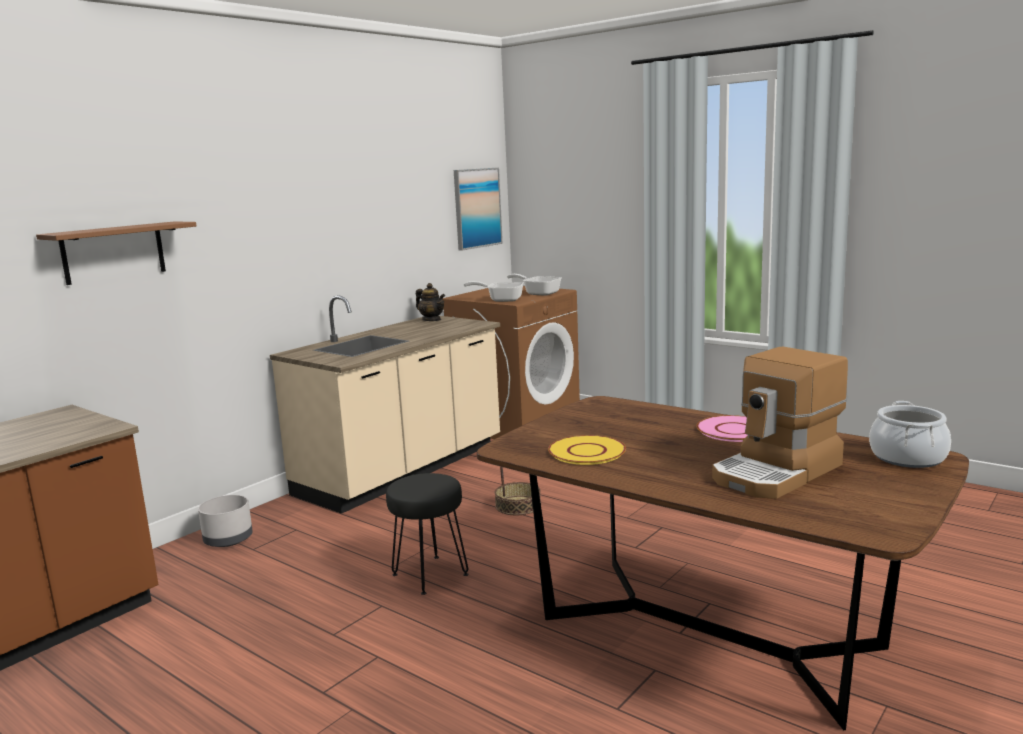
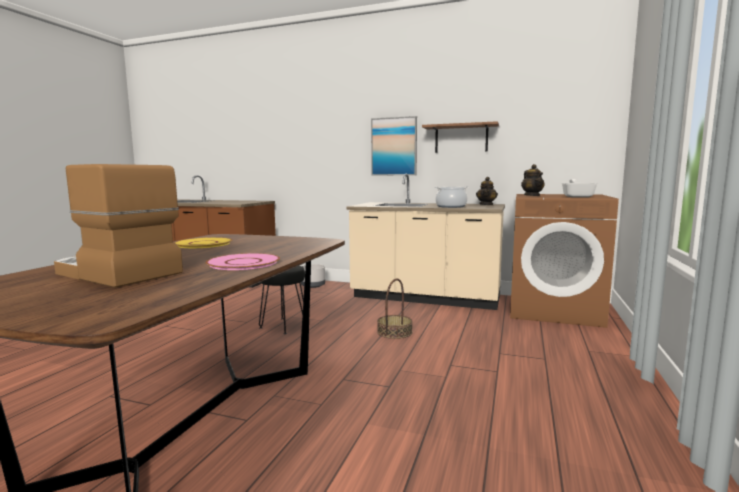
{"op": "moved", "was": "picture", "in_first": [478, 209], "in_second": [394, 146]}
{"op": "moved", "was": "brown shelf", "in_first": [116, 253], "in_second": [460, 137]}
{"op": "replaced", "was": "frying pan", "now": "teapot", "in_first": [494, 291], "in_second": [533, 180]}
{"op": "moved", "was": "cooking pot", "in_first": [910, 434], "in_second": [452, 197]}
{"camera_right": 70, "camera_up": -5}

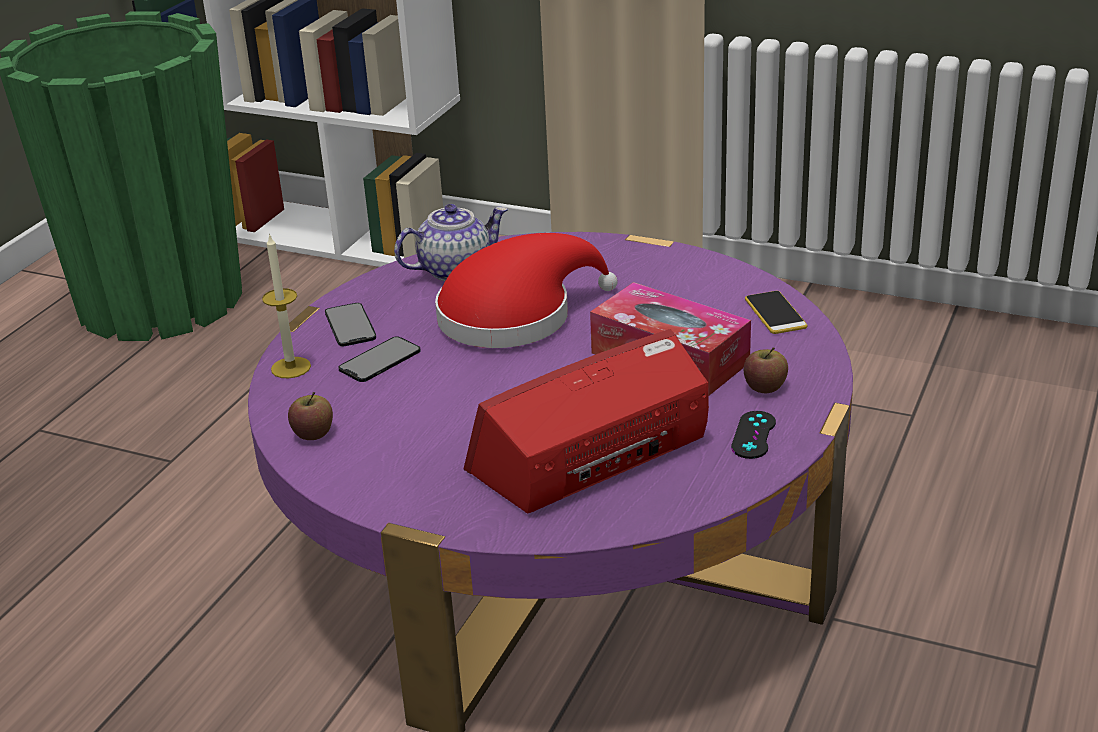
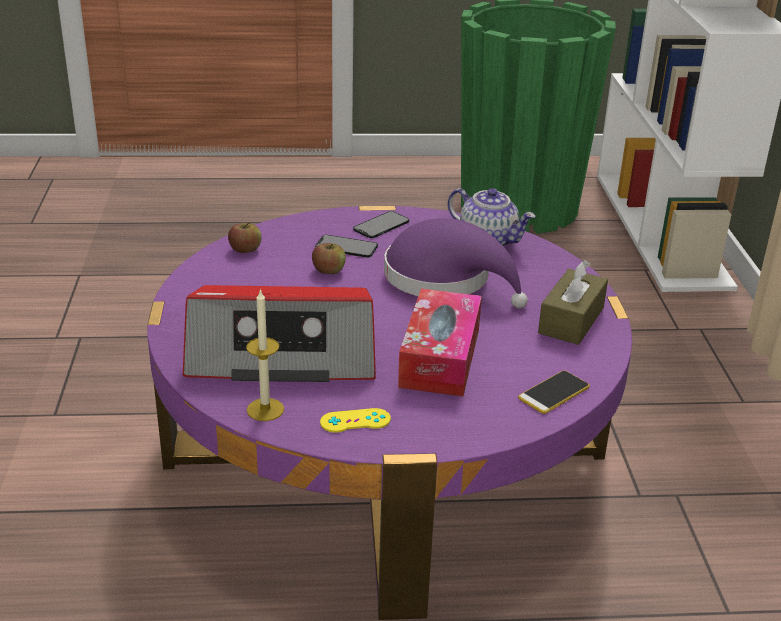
{"op": "moved", "was": "candle", "in_first": [286, 305], "in_second": [265, 355]}
{"op": "recoloured", "was": "red hat", "now": "purple hat", "in_first": [526, 290], "in_second": [456, 263]}
{"op": "turned", "was": "radio", "in_first": [586, 421], "in_second": [279, 333], "clockwise": 150}
{"op": "moved", "was": "apple", "in_first": [766, 370], "in_second": [329, 258]}
{"op": "recoloured", "was": "black game controller", "now": "yellow game controller", "in_first": [753, 435], "in_second": [355, 420]}
{"op": "added", "now": "brown tissue box", "in_second": [573, 302]}
{"camera_right": 60, "camera_up": 0}

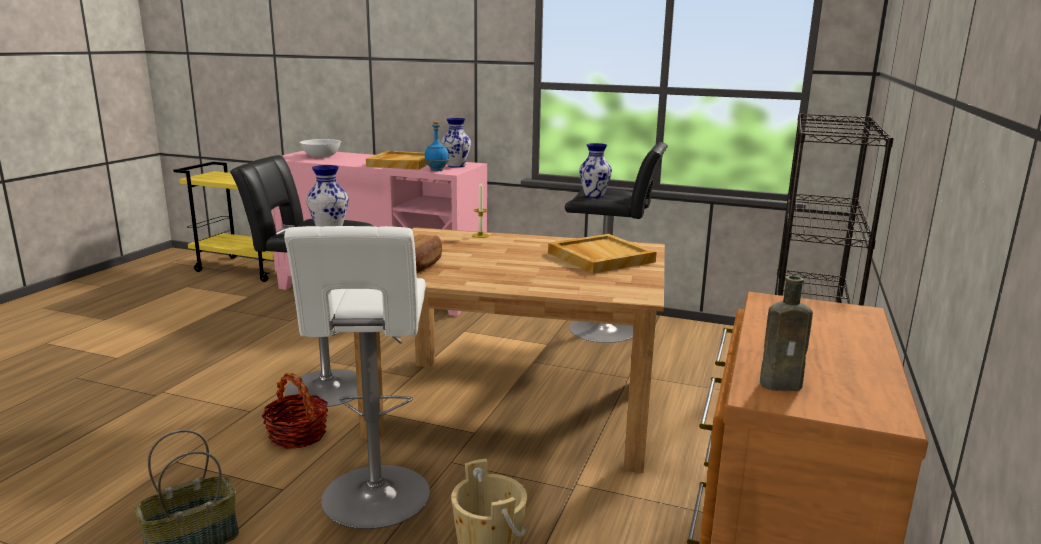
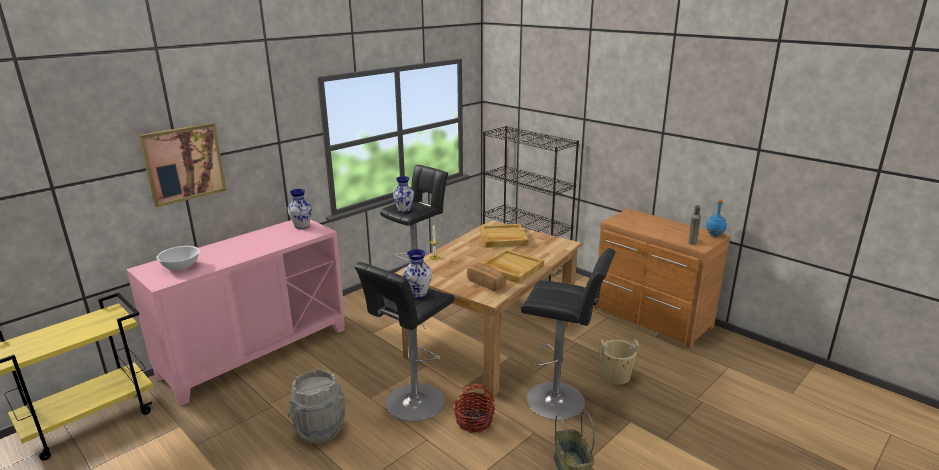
{"op": "moved", "was": "blue bottle", "in_first": [437, 146], "in_second": [716, 218]}
{"op": "moved", "was": "beige tray", "in_first": [396, 160], "in_second": [512, 266]}
{"op": "recoloured", "was": "white stool", "now": "black stool", "in_first": [357, 377], "in_second": [568, 334]}
{"op": "added", "now": "picture", "in_second": [183, 165]}
{"op": "added", "now": "grey bucket", "in_second": [317, 406]}
{"camera_right": -65, "camera_up": 5}

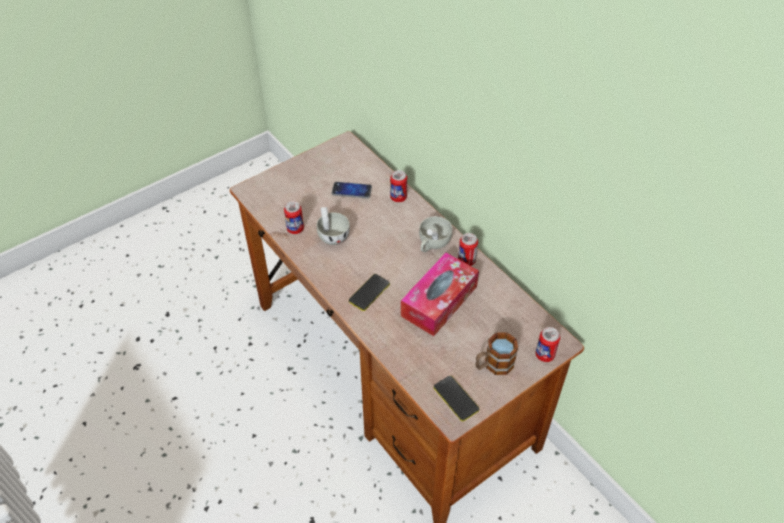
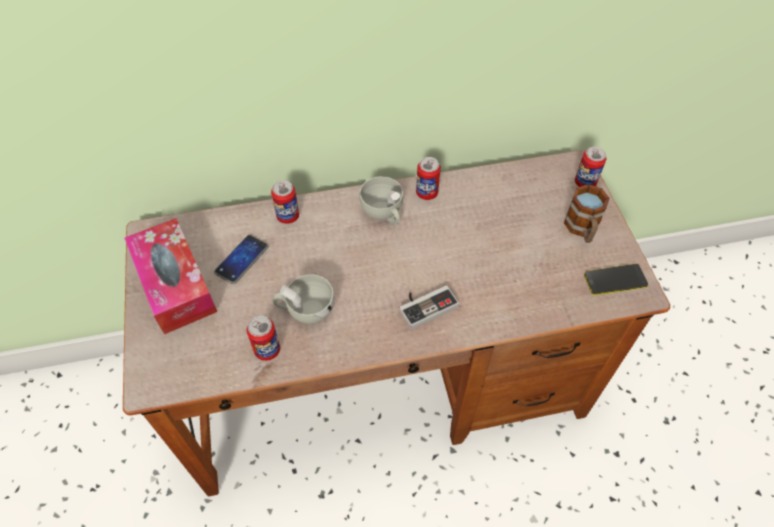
{"op": "moved", "was": "tissue box", "in_first": [440, 294], "in_second": [170, 276]}
{"op": "replaced", "was": "phone", "now": "game controller", "in_first": [369, 292], "in_second": [429, 307]}
{"camera_right": -65, "camera_up": 5}

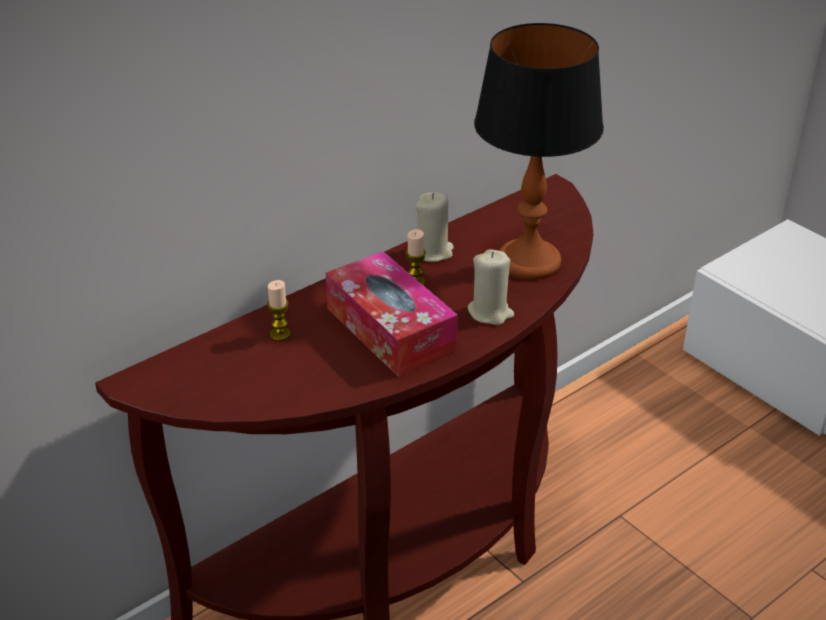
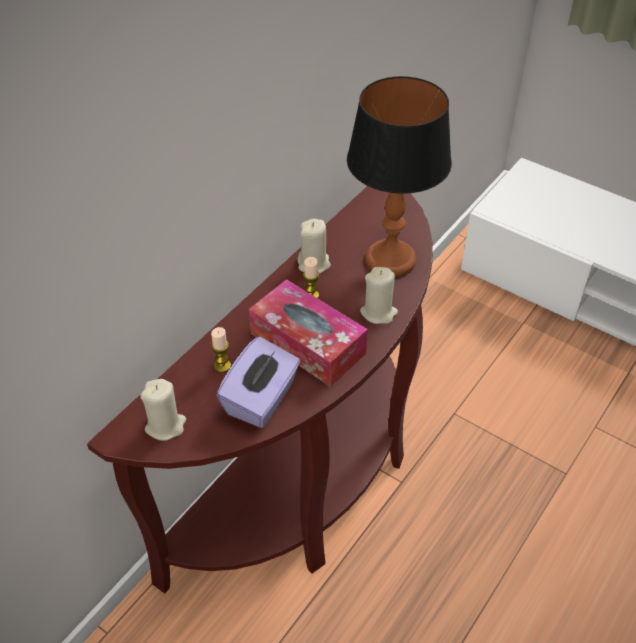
{"op": "added", "now": "purple tissue box", "in_second": [258, 382]}
{"op": "added", "now": "beige candle", "in_second": [163, 410]}
{"camera_right": -15, "camera_up": 10}

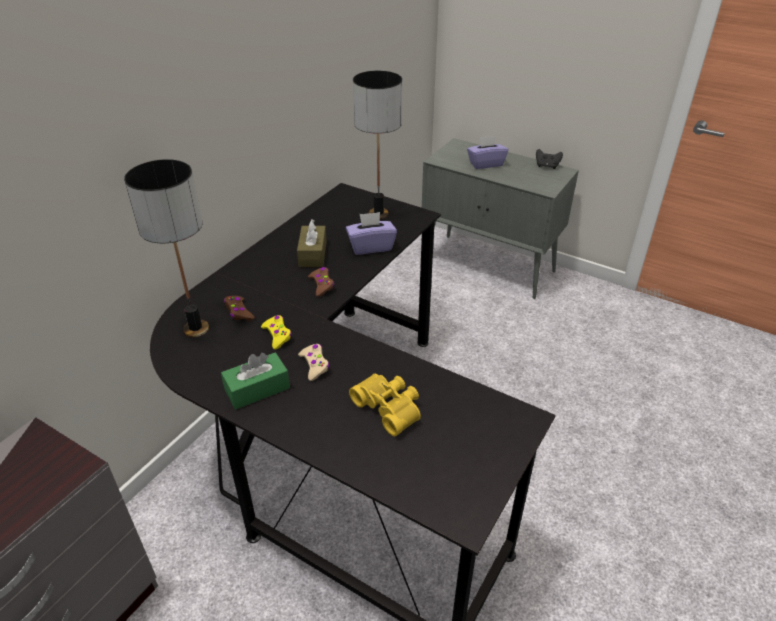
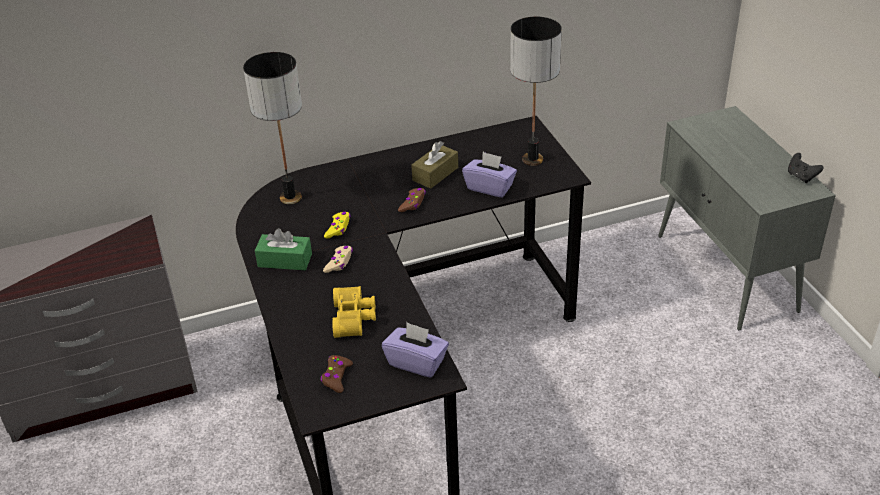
{"op": "moved", "was": "purple tissue box", "in_first": [487, 152], "in_second": [415, 350]}
{"op": "moved", "was": "brown game controller", "in_first": [239, 308], "in_second": [337, 374]}
{"camera_right": 40, "camera_up": 0}

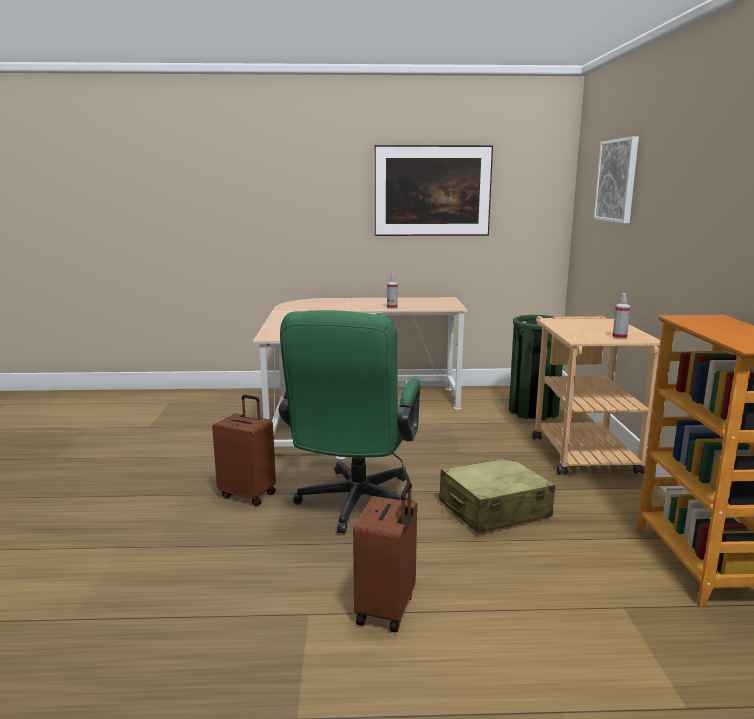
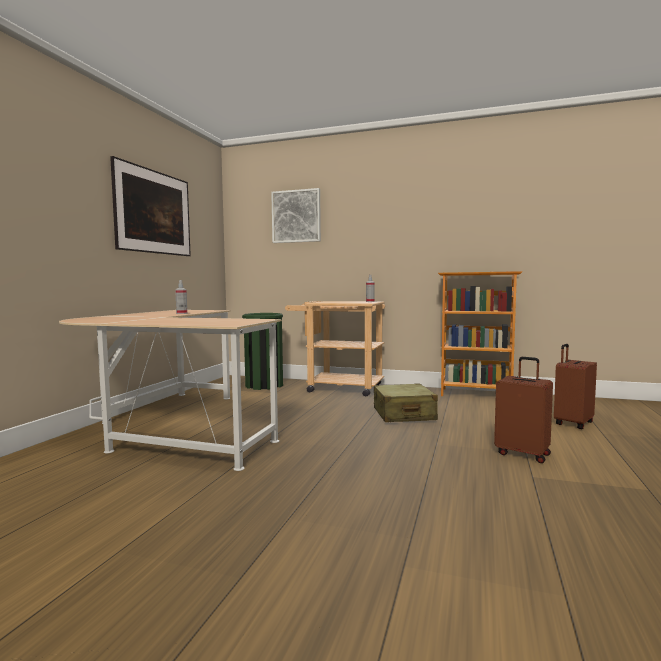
{"op": "removed", "was": "green office chair", "in_first": [350, 422]}
{"op": "moved", "was": "brown suitcase", "in_first": [244, 450], "in_second": [575, 386]}
{"camera_right": -70, "camera_up": -10}

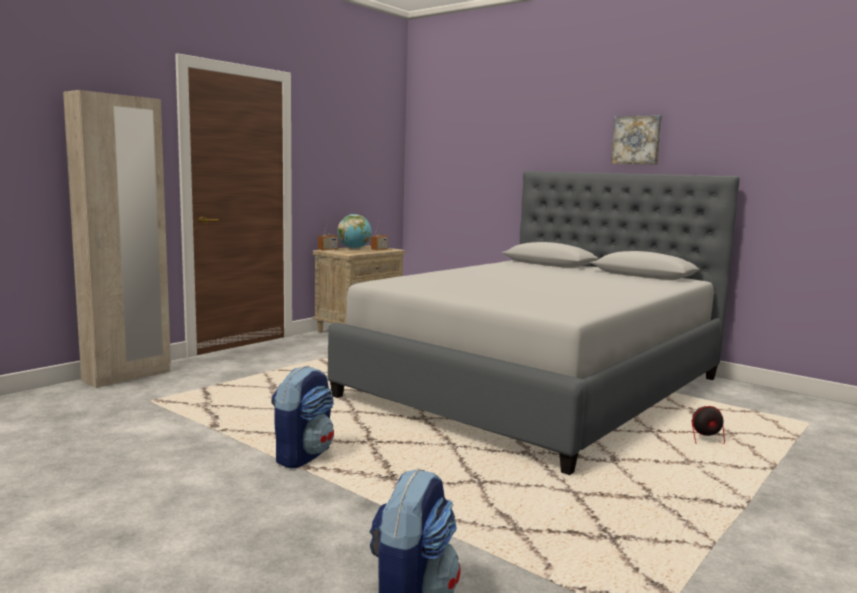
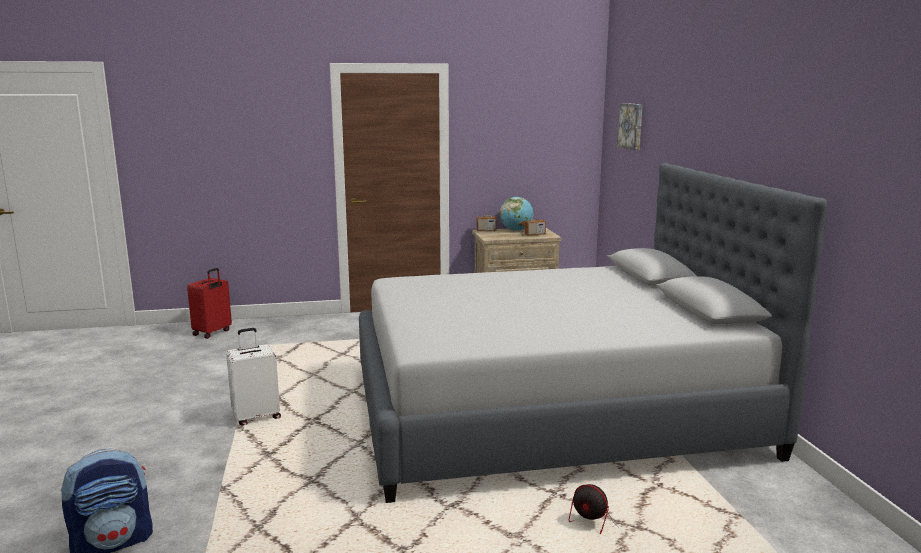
{"op": "removed", "was": "beige wardrobe", "in_first": [117, 239]}
{"op": "moved", "was": "picture", "in_first": [636, 139], "in_second": [630, 126]}
{"op": "replaced", "was": "backpack", "now": "white suitcase", "in_first": [302, 417], "in_second": [253, 376]}
{"op": "added", "now": "red suitcase", "in_second": [209, 303]}
{"camera_right": 40, "camera_up": 5}

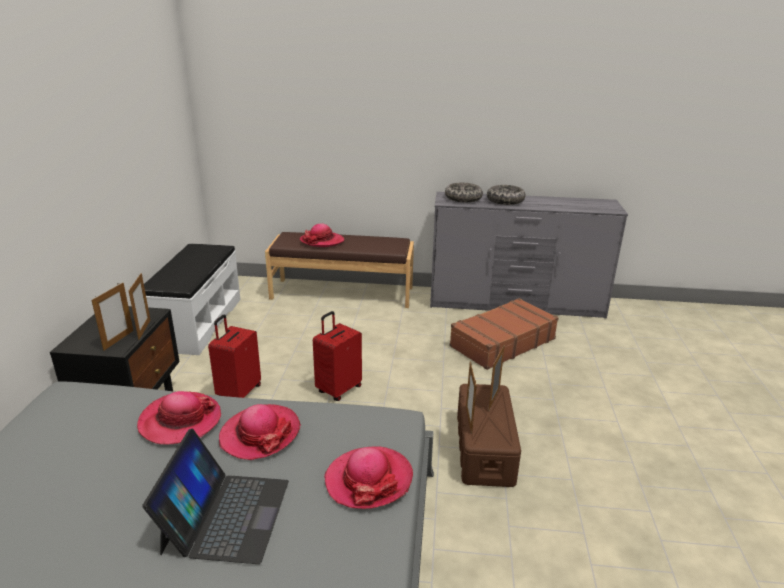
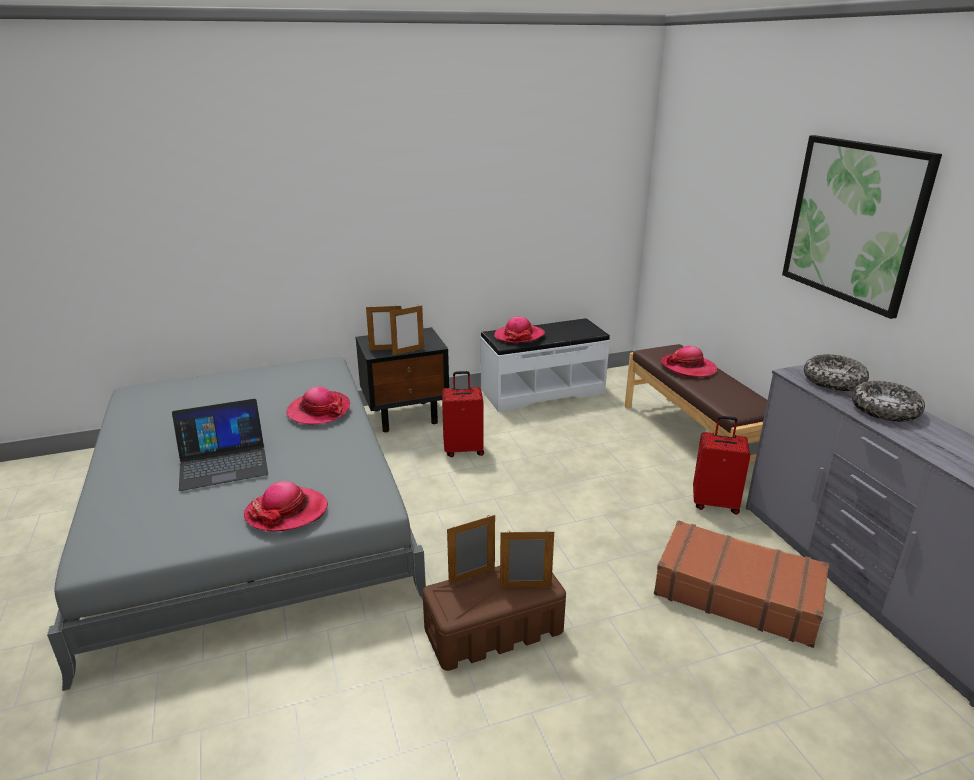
{"op": "moved", "was": "red suitcase", "in_first": [337, 356], "in_second": [721, 465]}
{"op": "moved", "was": "hat", "in_first": [260, 432], "in_second": [519, 330]}
{"op": "added", "now": "picture", "in_second": [862, 227]}
{"camera_right": 65, "camera_up": 0}

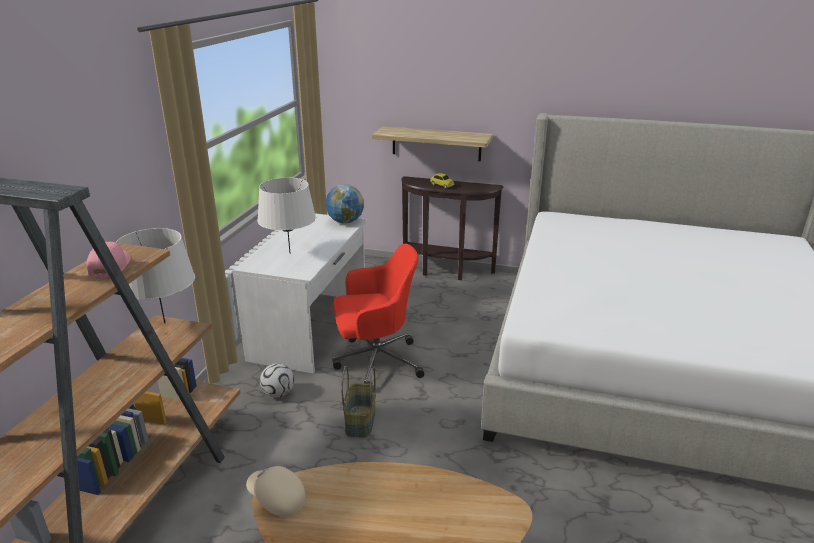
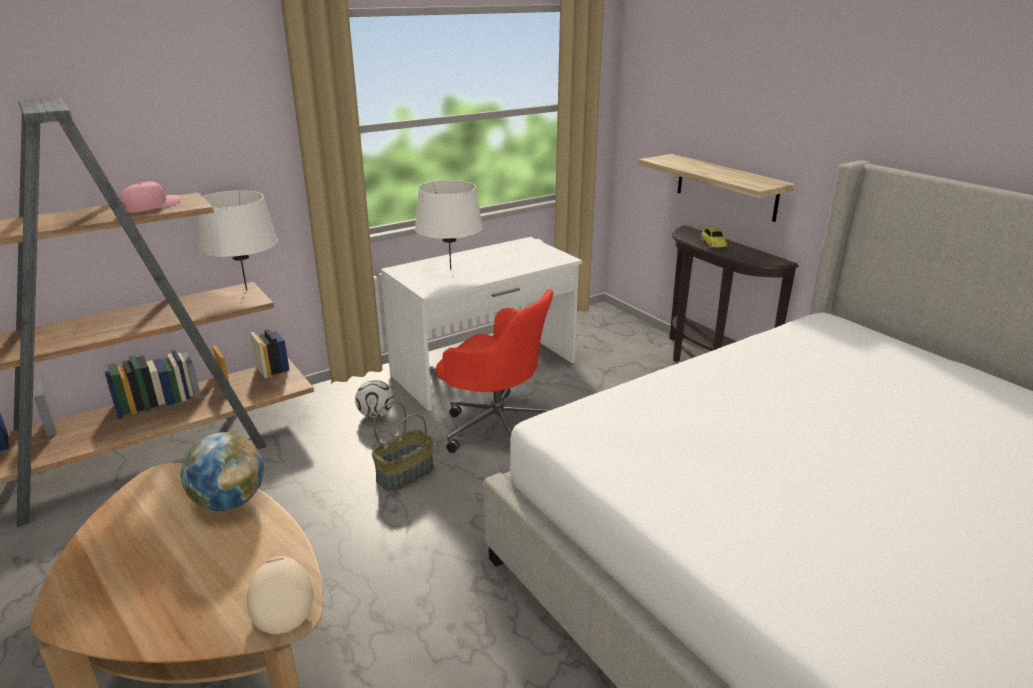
{"op": "moved", "was": "globe", "in_first": [344, 204], "in_second": [222, 471]}
{"op": "moved", "was": "beige cap", "in_first": [276, 491], "in_second": [280, 595]}
{"camera_right": 40, "camera_up": 0}

